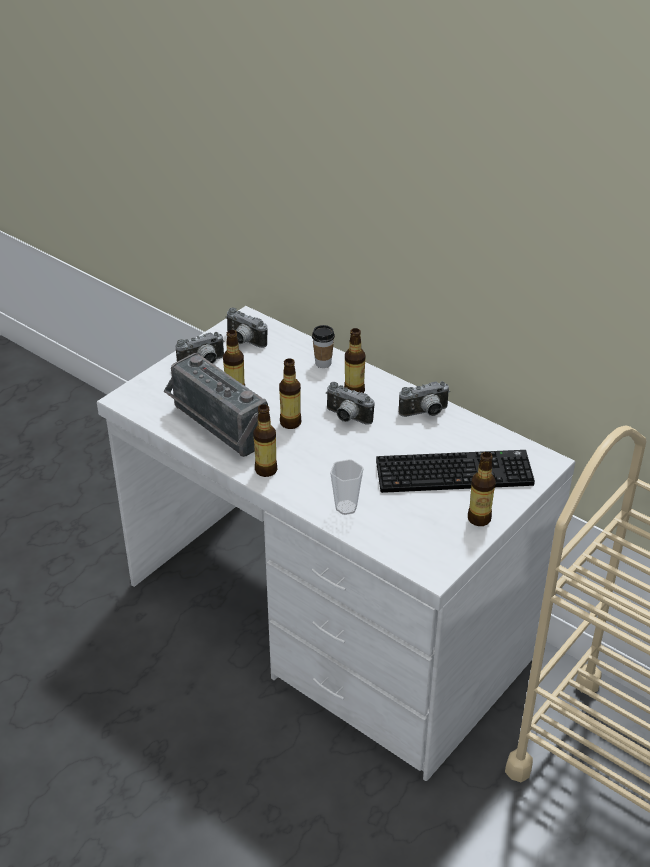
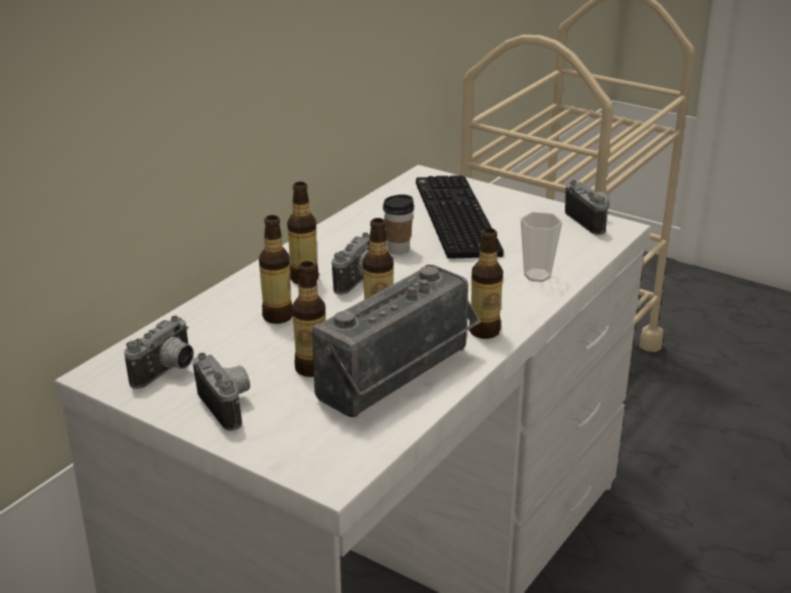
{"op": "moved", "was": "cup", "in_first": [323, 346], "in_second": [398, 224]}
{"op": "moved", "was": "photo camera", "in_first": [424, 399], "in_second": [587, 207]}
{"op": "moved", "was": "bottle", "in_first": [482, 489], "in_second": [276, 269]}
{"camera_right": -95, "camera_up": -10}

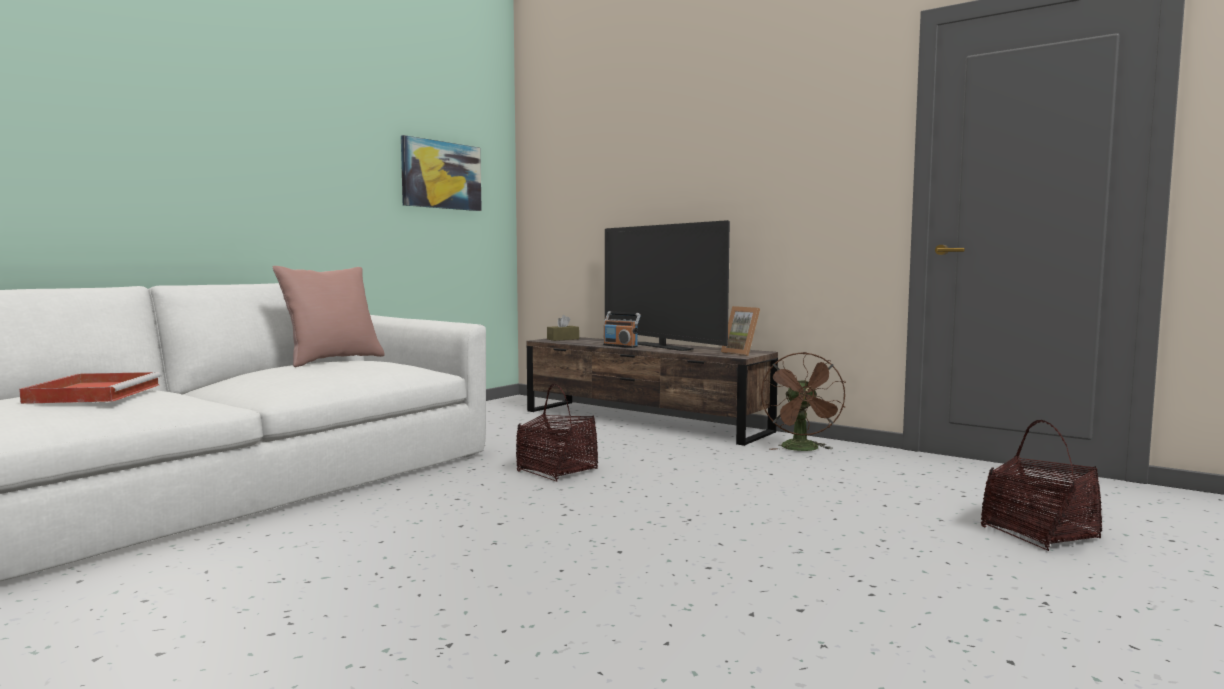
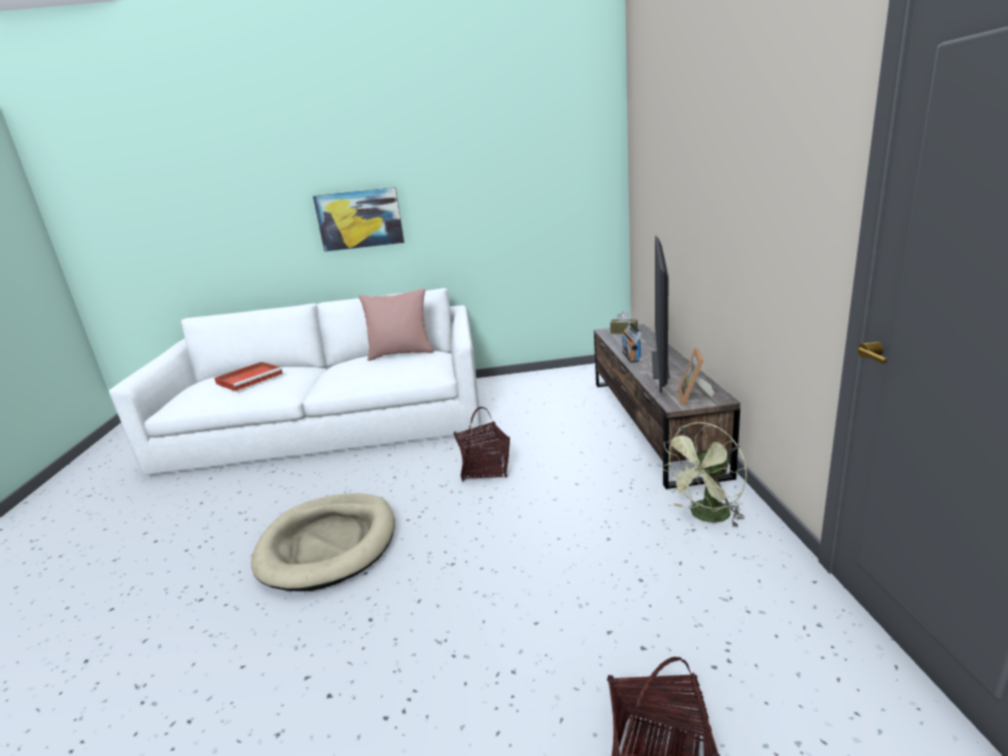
{"op": "moved", "was": "picture", "in_first": [441, 173], "in_second": [358, 219]}
{"op": "recoloured", "was": "brown fan", "now": "green fan", "in_first": [803, 401], "in_second": [704, 475]}
{"op": "added", "now": "beige dog bed", "in_second": [323, 542]}
{"camera_right": 50, "camera_up": 15}

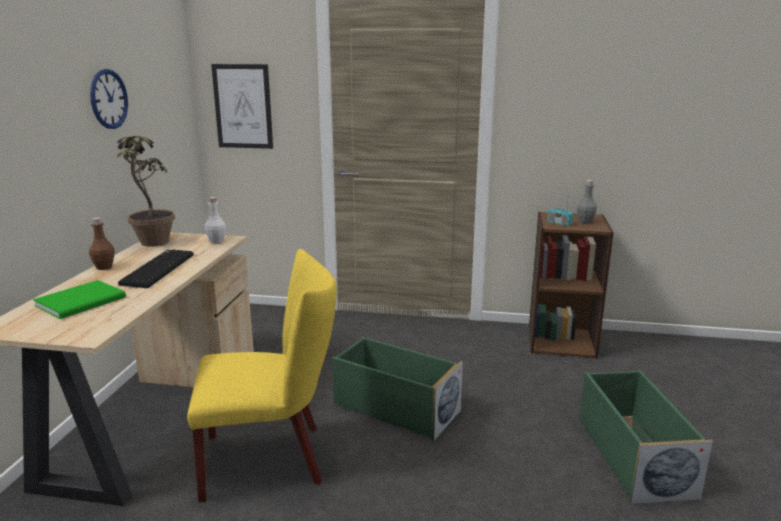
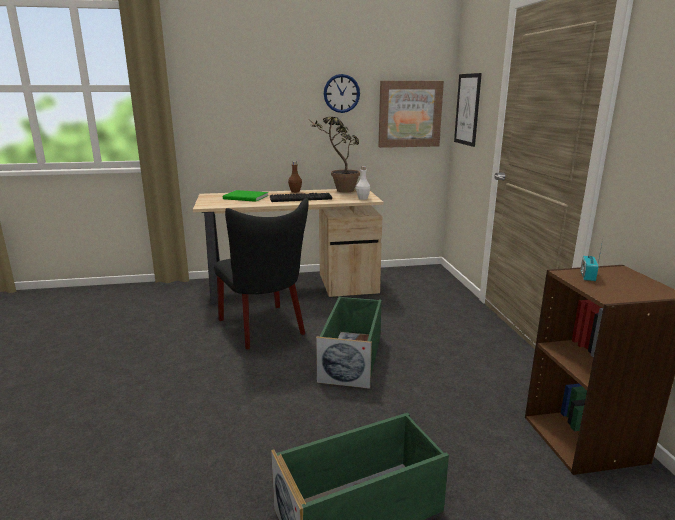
{"op": "removed", "was": "grey bottle", "in_first": [587, 202]}
{"op": "recoloured", "was": "yellow chair", "now": "black chair", "in_first": [262, 376], "in_second": [261, 273]}
{"op": "added", "now": "picture", "in_second": [411, 114]}
{"camera_right": 70, "camera_up": 0}

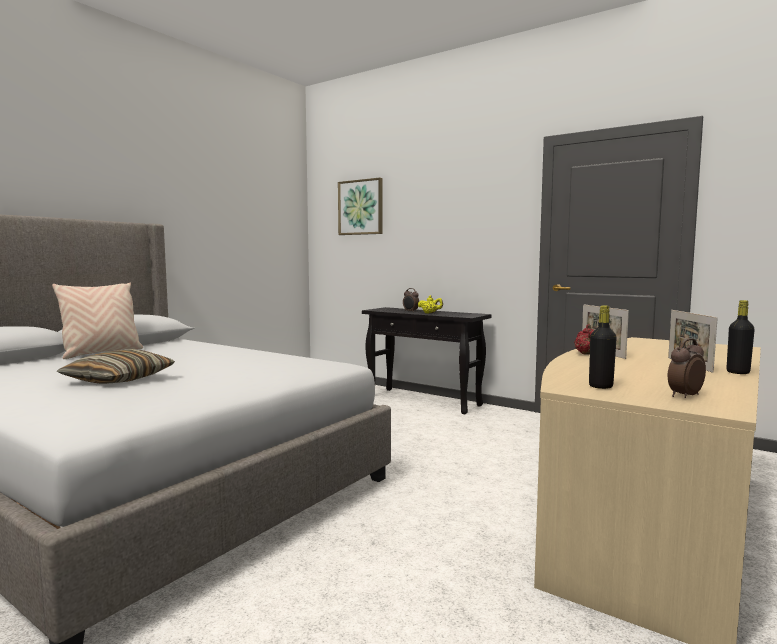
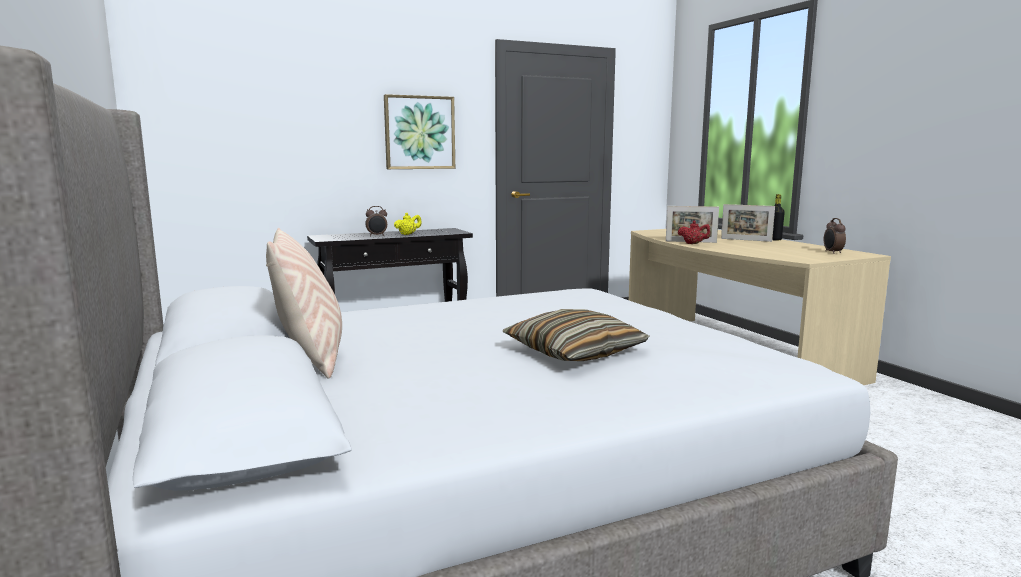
{"op": "moved", "was": "picture", "in_first": [360, 206], "in_second": [419, 131]}
{"op": "removed", "was": "black bottle", "in_first": [603, 347]}
{"camera_right": -60, "camera_up": 5}

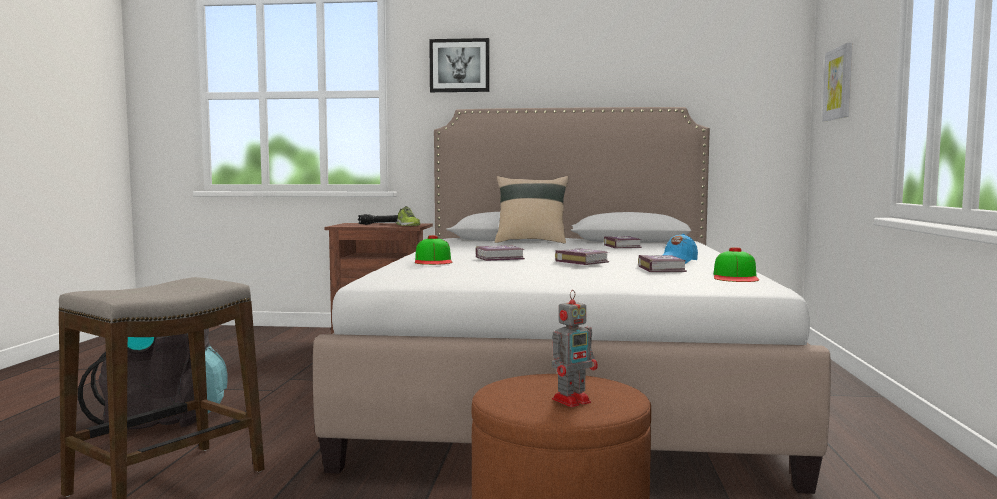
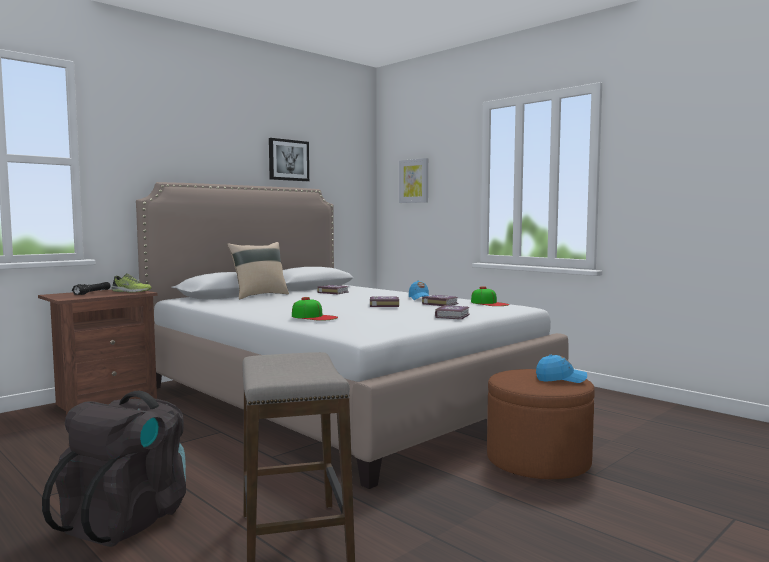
{"op": "moved", "was": "picture", "in_first": [459, 65], "in_second": [289, 159]}
{"op": "moved", "was": "book", "in_first": [500, 253], "in_second": [452, 312]}
{"op": "replaced", "was": "toy robot", "now": "blue cap", "in_first": [575, 348], "in_second": [561, 369]}
{"camera_right": -50, "camera_up": 0}

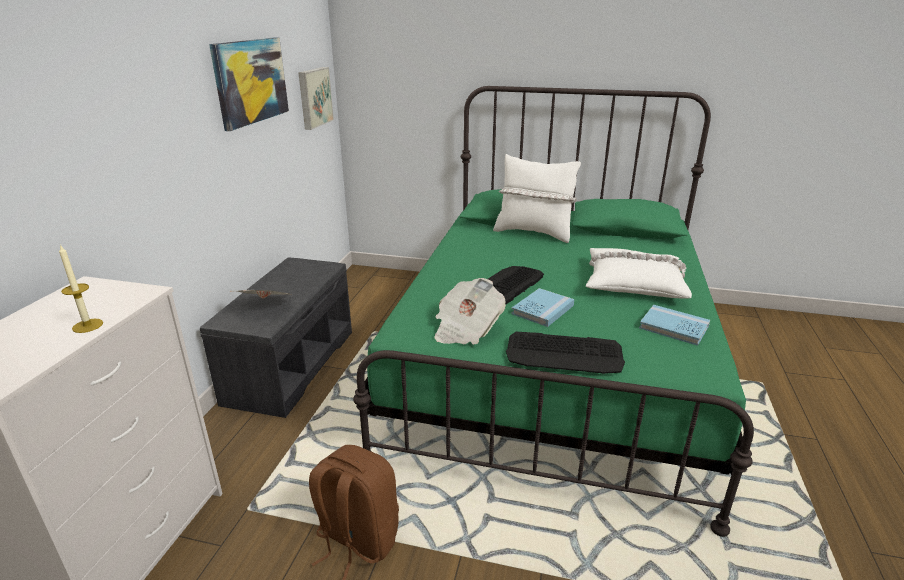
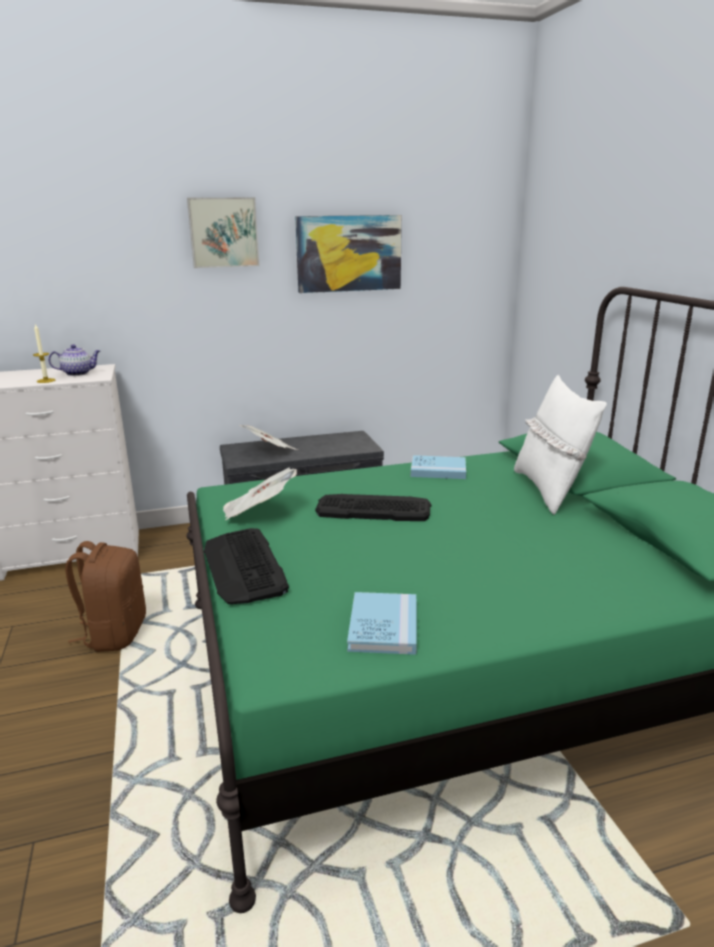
{"op": "moved", "was": "picture", "in_first": [316, 98], "in_second": [223, 232]}
{"op": "removed", "was": "white pillow", "in_first": [639, 273]}
{"op": "moved", "was": "blue book", "in_first": [542, 307], "in_second": [438, 467]}
{"op": "added", "now": "teapot", "in_second": [74, 360]}
{"camera_right": 60, "camera_up": -5}

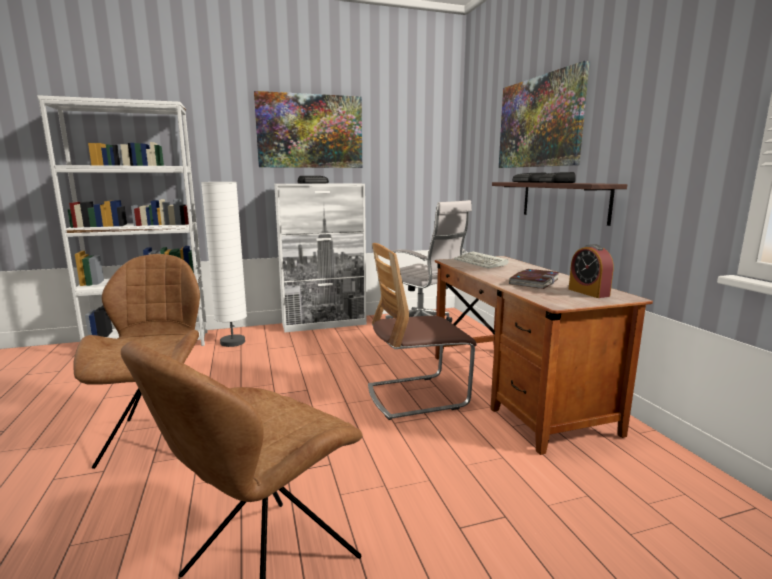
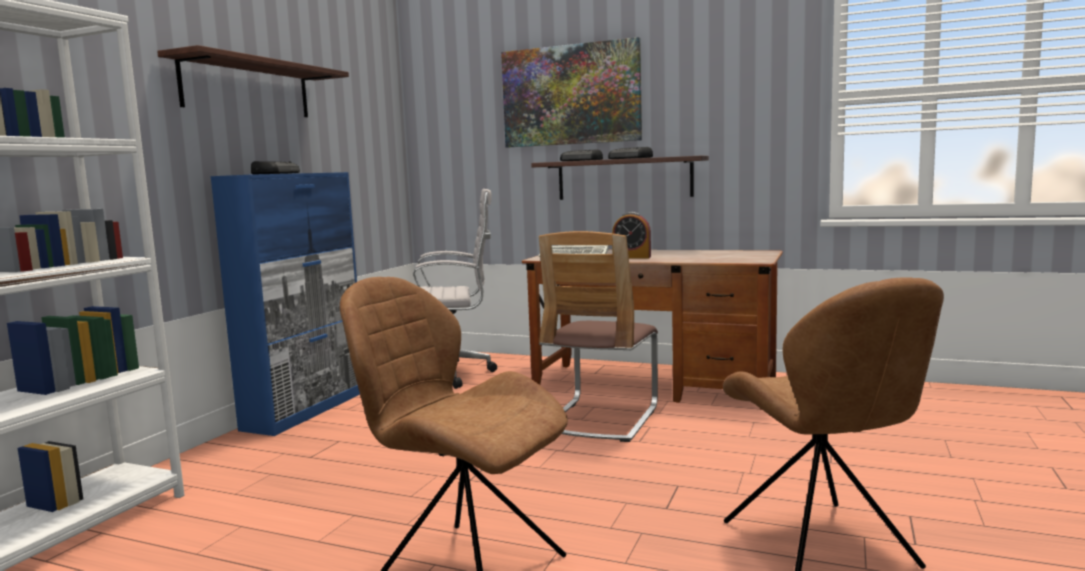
{"op": "replaced", "was": "picture", "now": "shelf", "in_first": [308, 129], "in_second": [253, 81]}
{"op": "removed", "was": "white floor lamp", "in_first": [224, 264]}
{"op": "recoloured", "was": "white cabinet", "now": "blue cabinet", "in_first": [320, 257], "in_second": [285, 304]}
{"op": "moved", "was": "alarm clock", "in_first": [591, 271], "in_second": [631, 235]}
{"op": "removed", "was": "book", "in_first": [534, 279]}
{"camera_right": -50, "camera_up": -5}

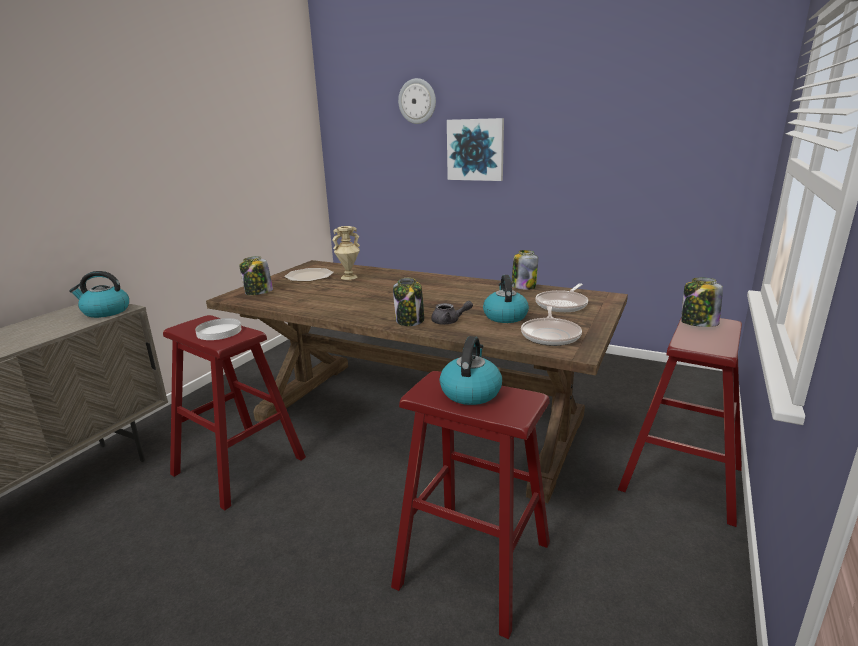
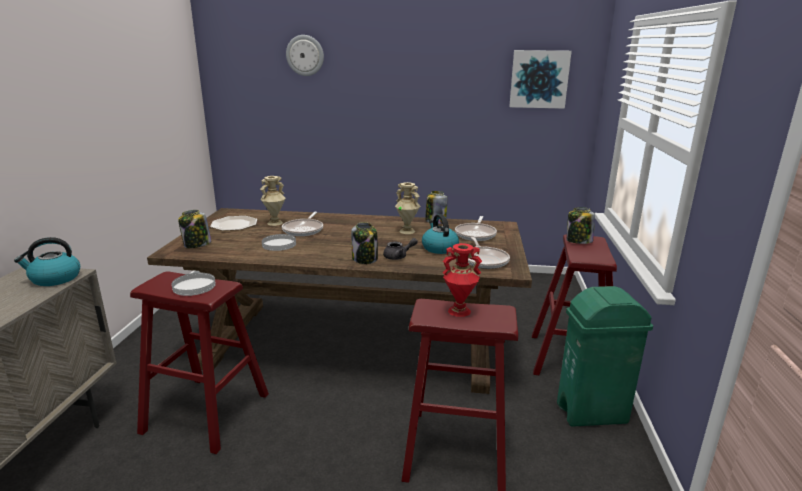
{"op": "moved", "was": "picture", "in_first": [475, 149], "in_second": [540, 79]}
{"op": "replaced", "was": "kettle", "now": "red vase", "in_first": [471, 370], "in_second": [462, 280]}
{"op": "added", "now": "beige vase", "in_second": [407, 208]}
{"op": "added", "now": "frying pan", "in_second": [302, 224]}
{"op": "added", "now": "white plate", "in_second": [279, 242]}
{"op": "added", "now": "green trash can", "in_second": [605, 356]}
{"camera_right": -20, "camera_up": 0}

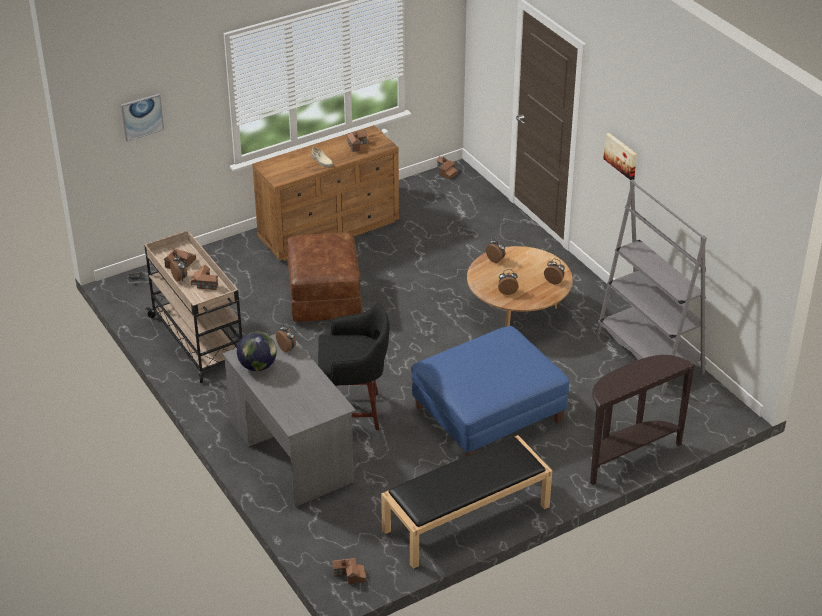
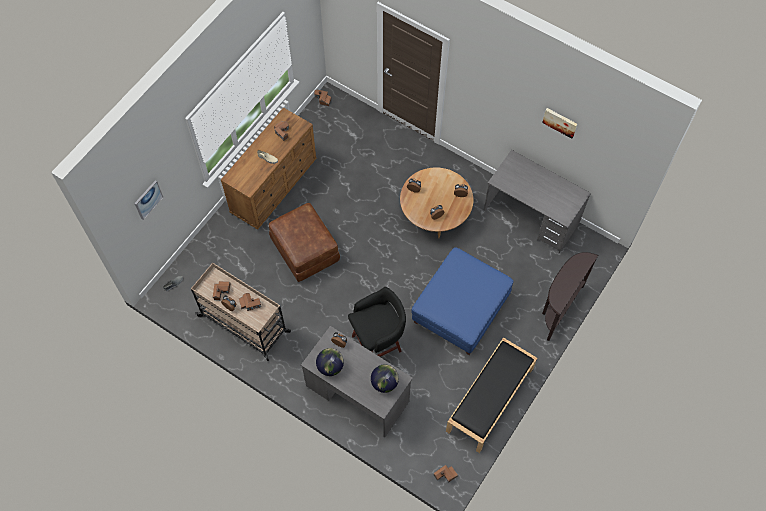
{"op": "moved", "was": "picture", "in_first": [620, 156], "in_second": [559, 123]}
{"op": "replaced", "was": "grey bookcase", "now": "grey desk", "in_first": [651, 286], "in_second": [537, 201]}
{"op": "added", "now": "globe", "in_second": [385, 378]}
{"camera_right": -25, "camera_up": 25}

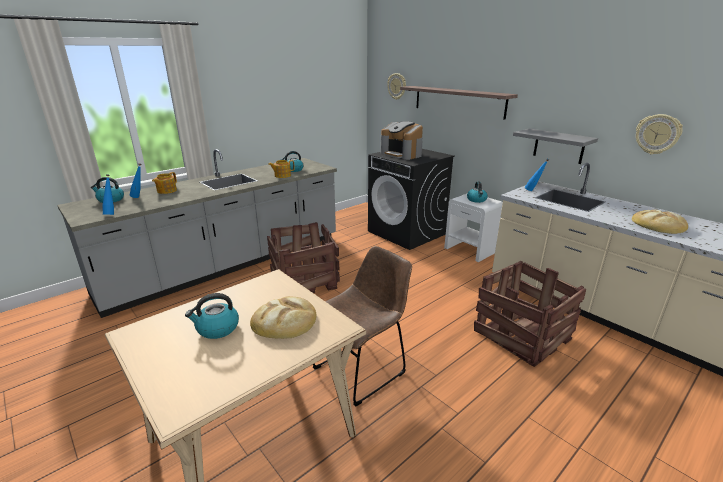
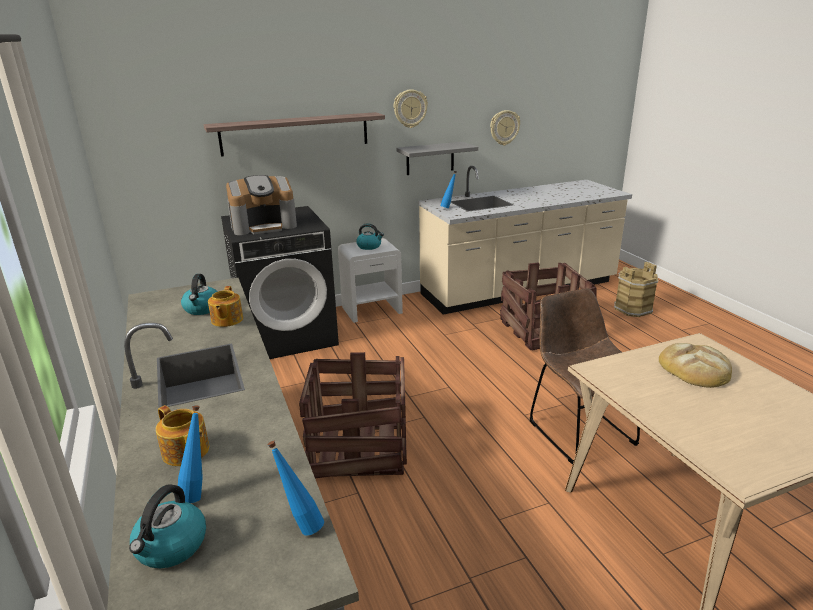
{"op": "moved", "was": "wall clock", "in_first": [396, 86], "in_second": [411, 108]}
{"op": "removed", "was": "bread", "in_first": [660, 221]}
{"op": "removed", "was": "kettle", "in_first": [212, 316]}
{"op": "added", "now": "brown bucket", "in_second": [636, 289]}
{"camera_right": -70, "camera_up": 0}

